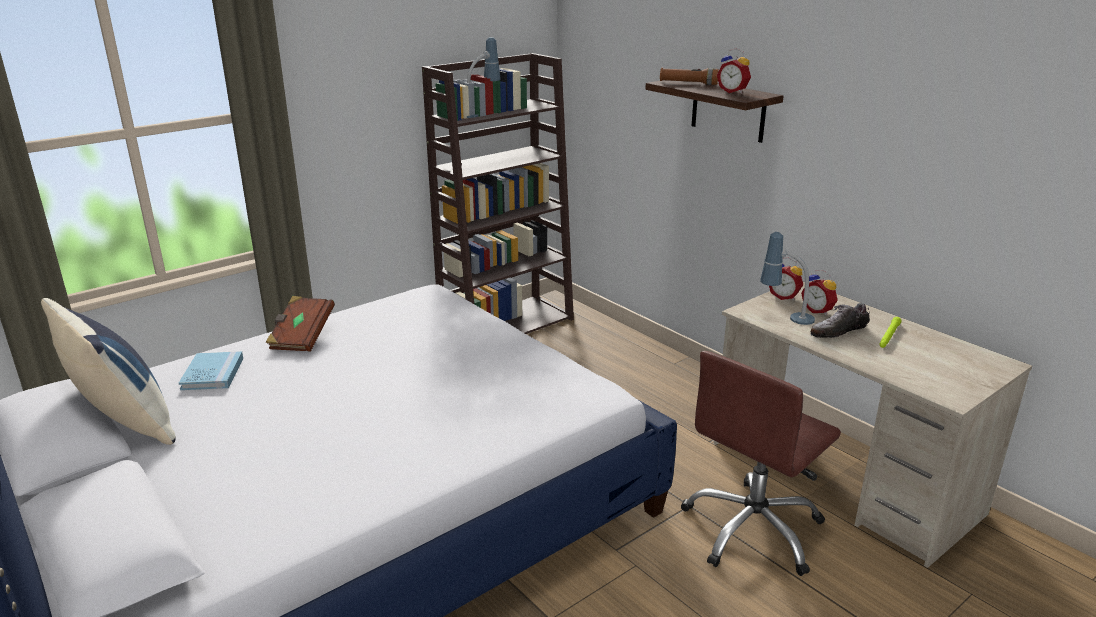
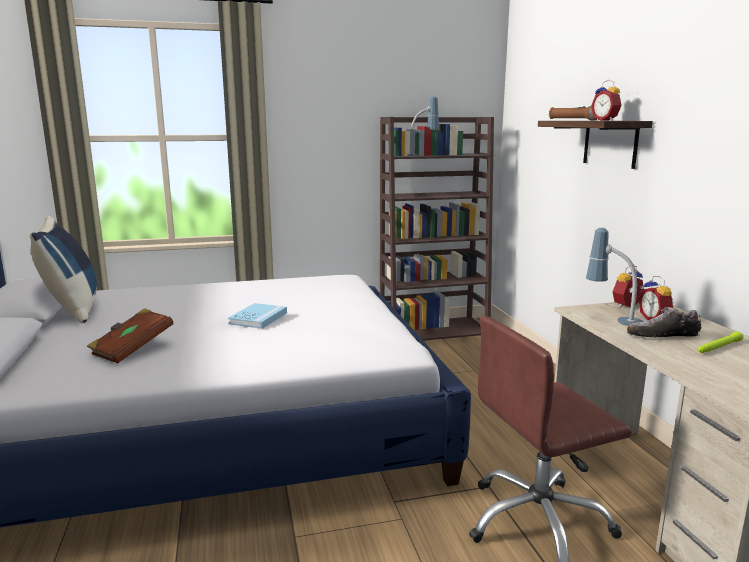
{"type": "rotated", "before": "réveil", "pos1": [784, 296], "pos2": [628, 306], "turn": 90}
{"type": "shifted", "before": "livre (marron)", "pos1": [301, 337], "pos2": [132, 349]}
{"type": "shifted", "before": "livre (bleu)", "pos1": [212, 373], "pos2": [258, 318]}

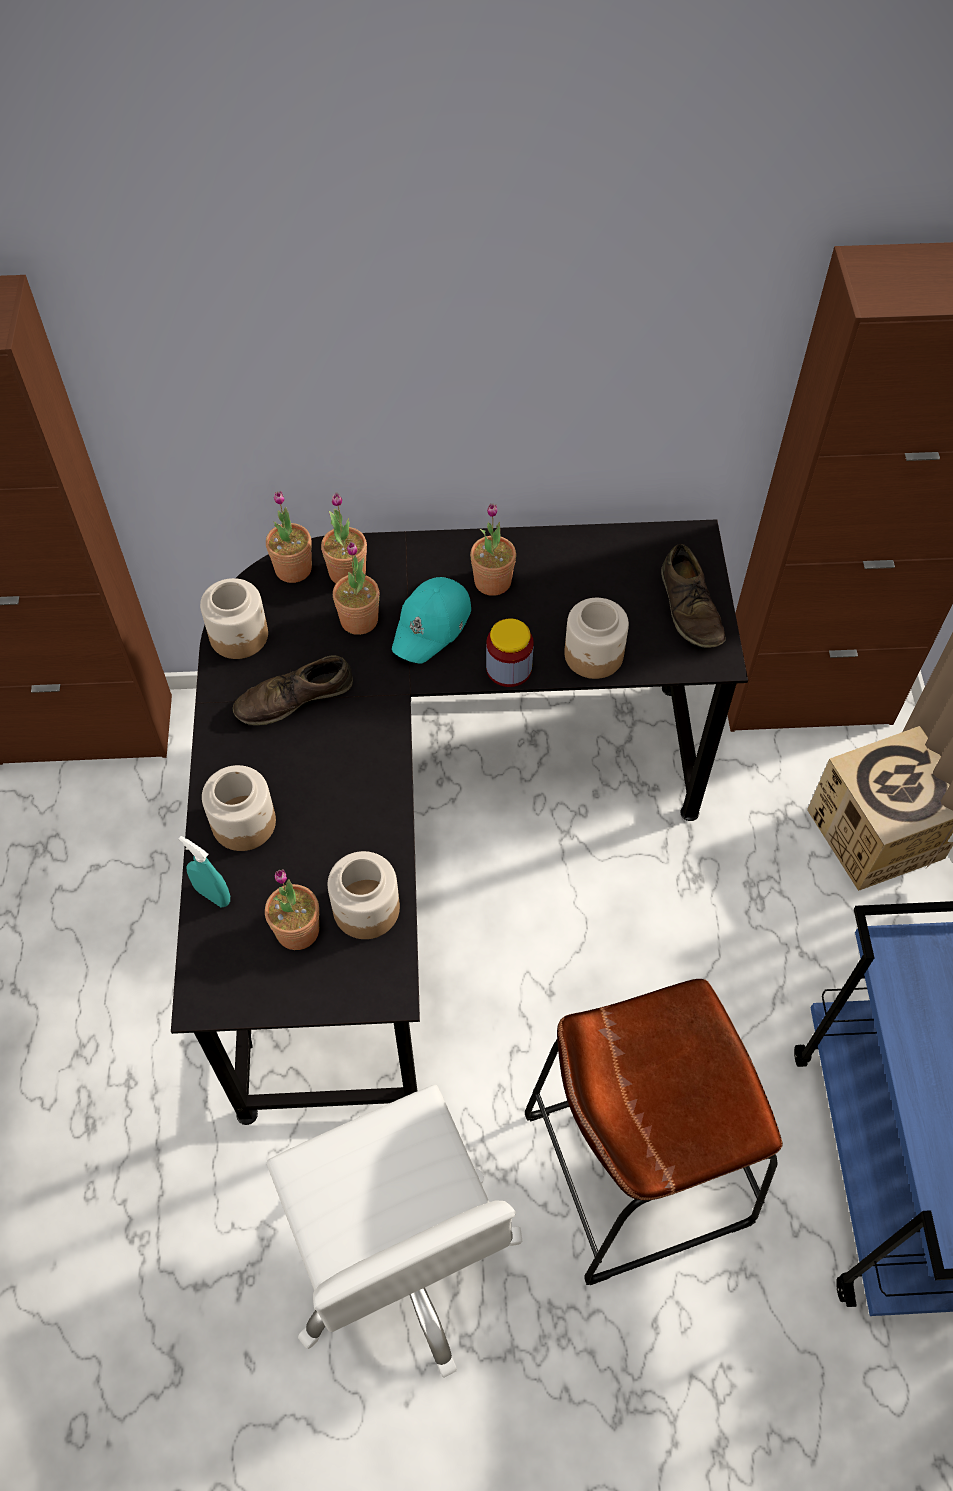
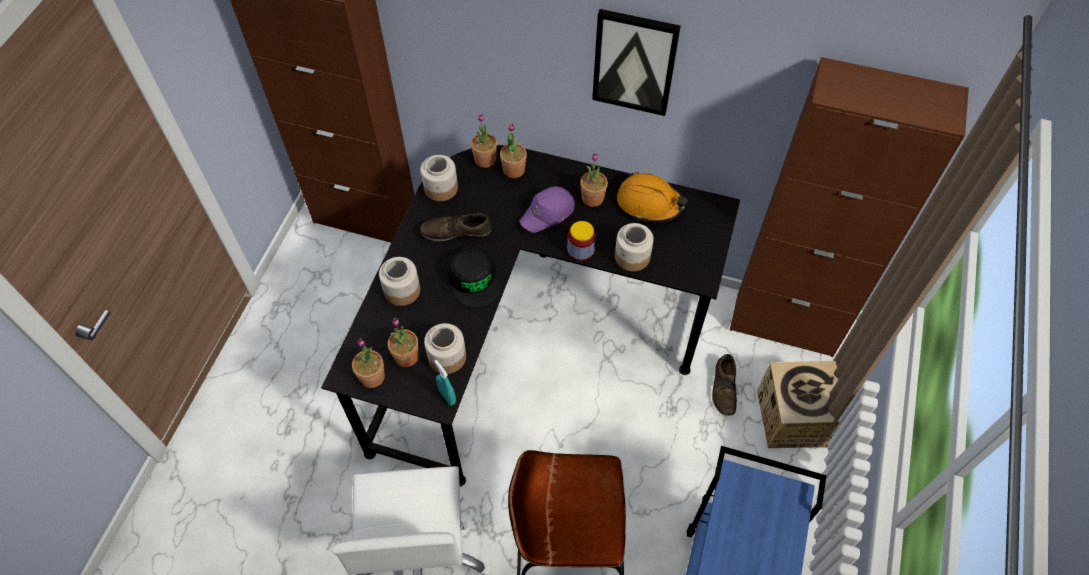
{"type": "shifted", "before": "plante en pot", "pos1": [359, 620], "pos2": [372, 377]}
{"type": "shifted", "before": "chaussure (marron)", "pos1": [690, 608], "pos2": [724, 388]}
{"type": "repainted", "before": "casquette (turquoise)", "after": "casquette (violet)", "pos1": [432, 626], "pos2": [548, 213]}
{"type": "shifted", "before": "vaporisateur (turquoise)", "pos1": [213, 895], "pos2": [447, 396]}
{"type": "new", "after": "tableau", "pos2": [634, 62]}
{"type": "new", "after": "casque de chantier (orange)", "pos2": [649, 203]}
{"type": "new", "after": "casquette (noir)", "pos2": [474, 280]}

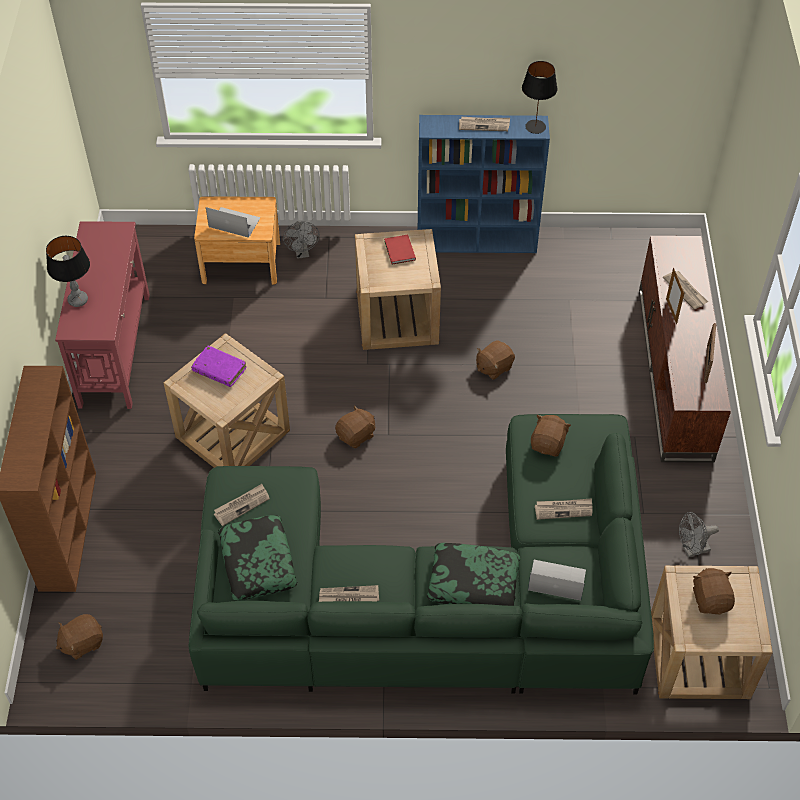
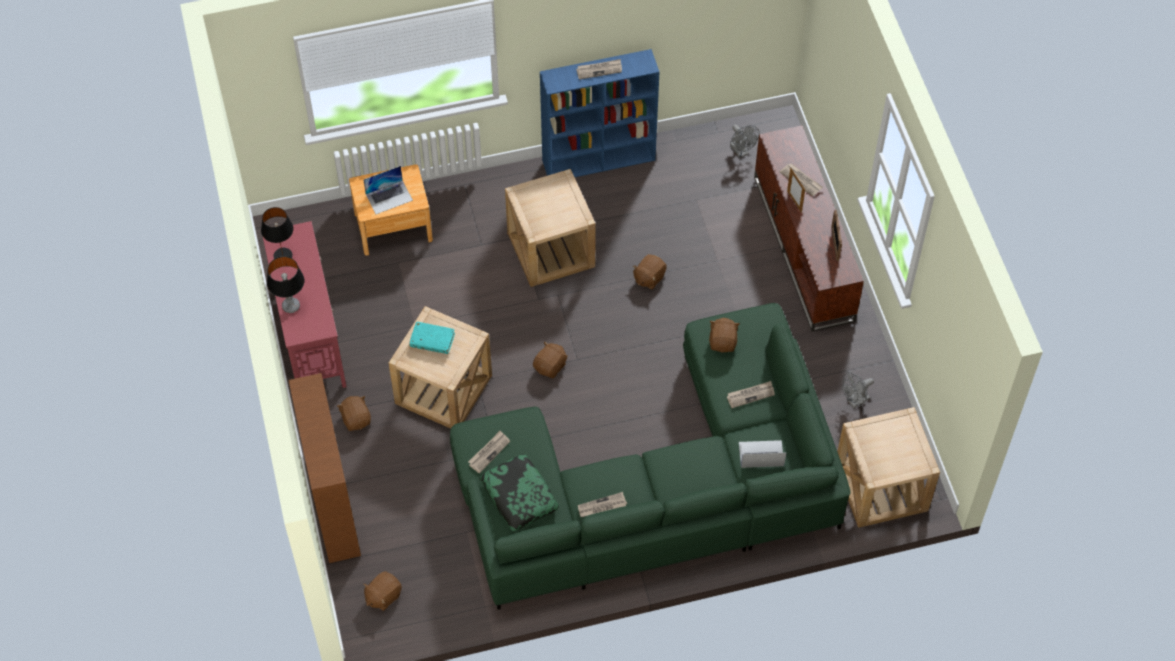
{"type": "shifted", "before": "lampe de table (noir)", "pos1": [535, 126], "pos2": [282, 255]}
{"type": "rotated", "before": "ordinateur portable", "pos1": [234, 222], "pos2": [389, 197], "turn": 150}
{"type": "shifted", "before": "ventilateur (gris)", "pos1": [302, 253], "pos2": [741, 152]}
{"type": "gone", "before": "livre (rouge)", "pos1": [399, 251]}
{"type": "repainted", "before": "livre (violet)", "after": "livre (turquoise)", "pos1": [219, 370], "pos2": [432, 340]}
{"type": "gone", "before": "coussin", "pos1": [473, 583]}
{"type": "shifted", "before": "peluche (marron)", "pos1": [711, 599], "pos2": [356, 419]}

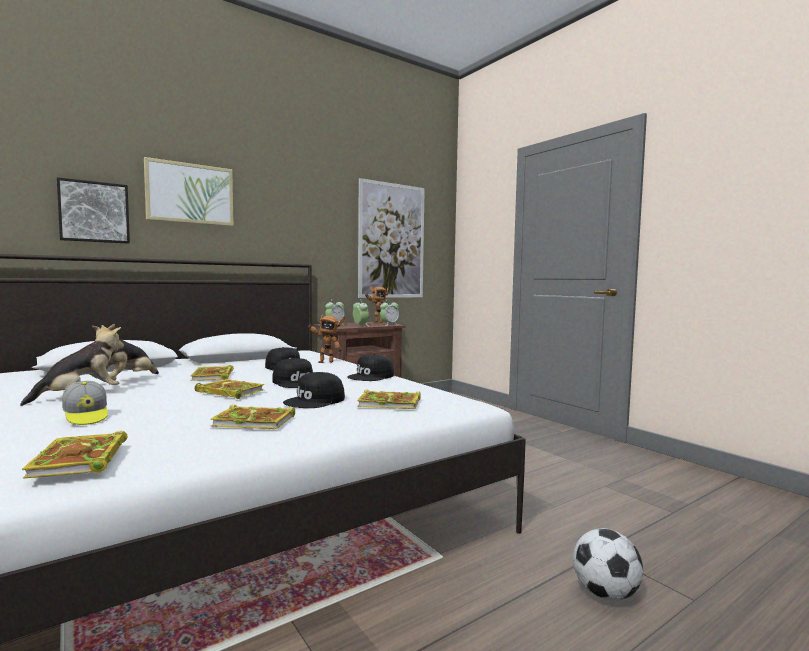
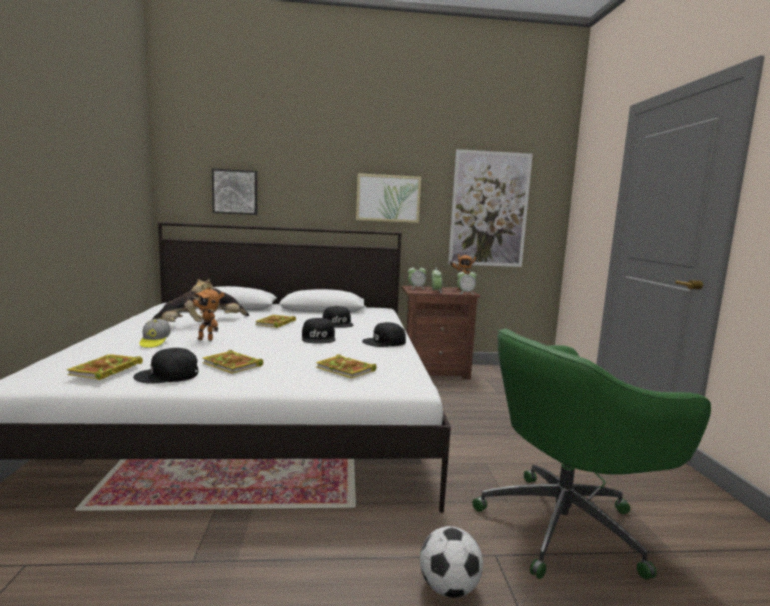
{"type": "shifted", "before": "tableau", "pos1": [190, 193], "pos2": [388, 198]}
{"type": "shifted", "before": "robot jouet", "pos1": [325, 362], "pos2": [206, 339]}
{"type": "shifted", "before": "casquette (noir)", "pos1": [315, 401], "pos2": [167, 375]}
{"type": "gone", "before": "livre", "pos1": [229, 392]}
{"type": "new", "after": "chaise de bureau (vert)", "pos2": [566, 525]}

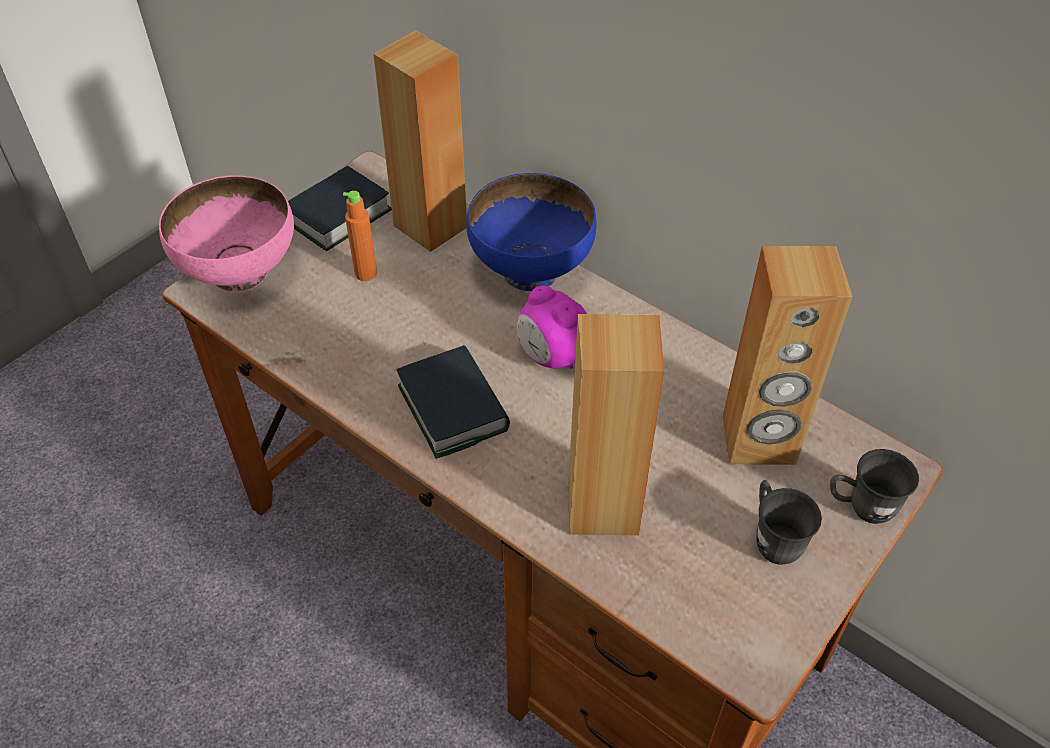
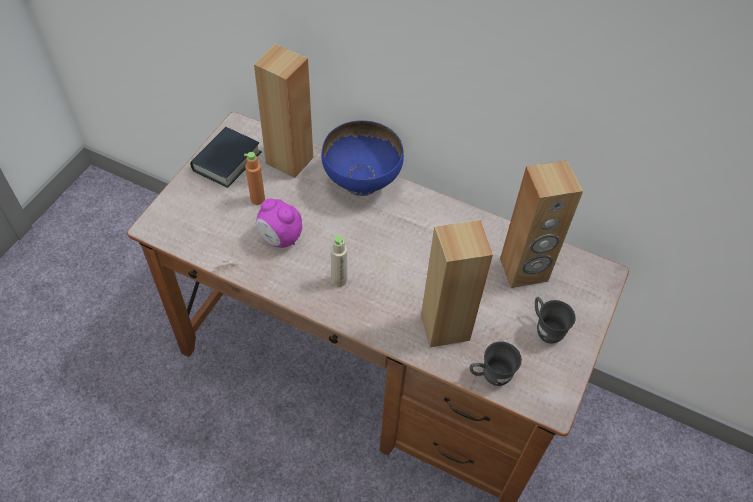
{"type": "gone", "before": "bol (rose)", "pos1": [240, 274]}
{"type": "shifted", "before": "réveil", "pos1": [551, 356], "pos2": [280, 238]}
{"type": "swapped", "before": "livre", "after": "bouteille (beige)", "pos1": [453, 408], "pos2": [339, 280]}
{"type": "shifted", "before": "mug (gris)", "pos1": [861, 507], "pos2": [490, 376]}

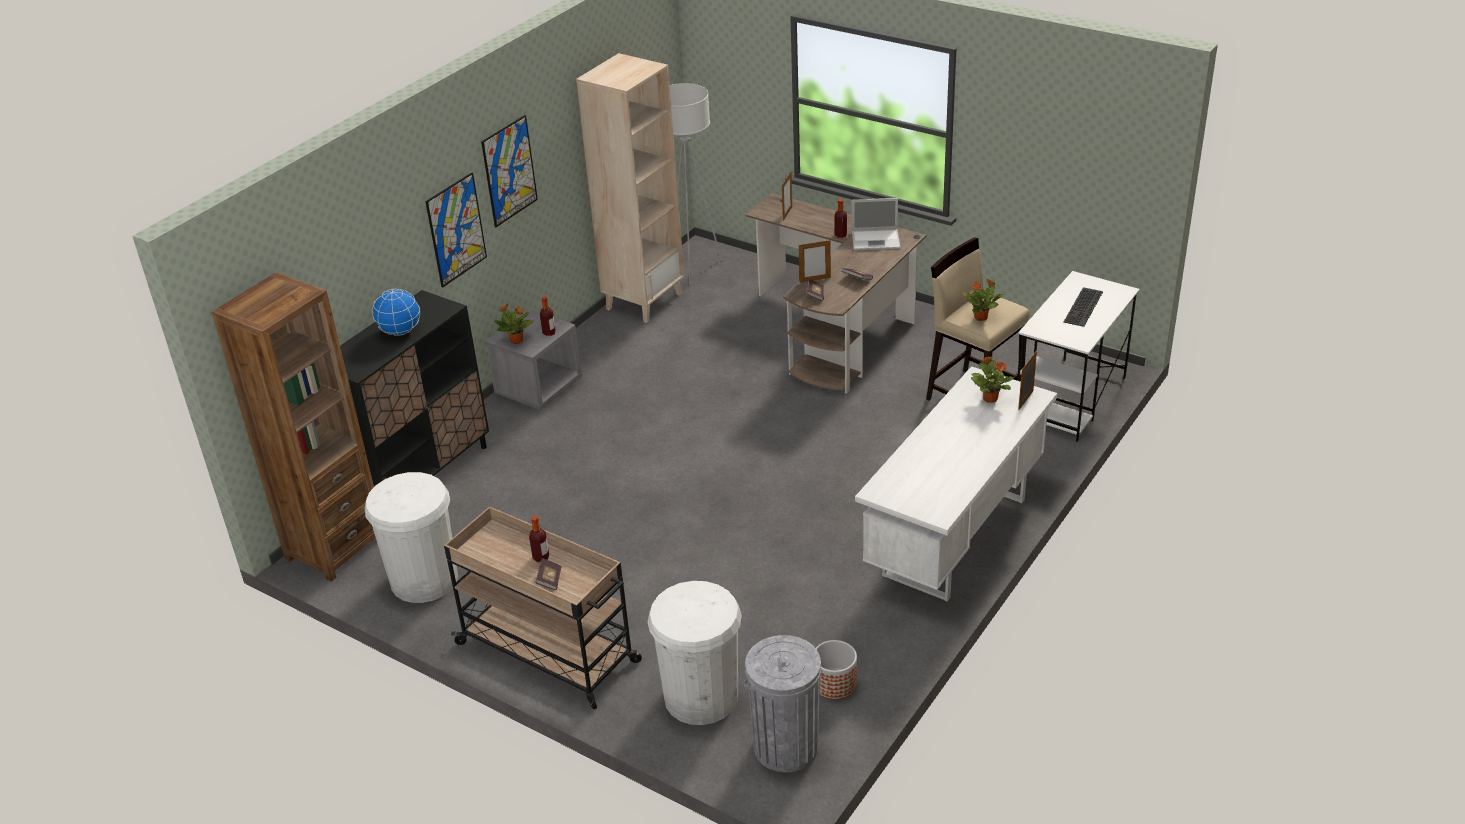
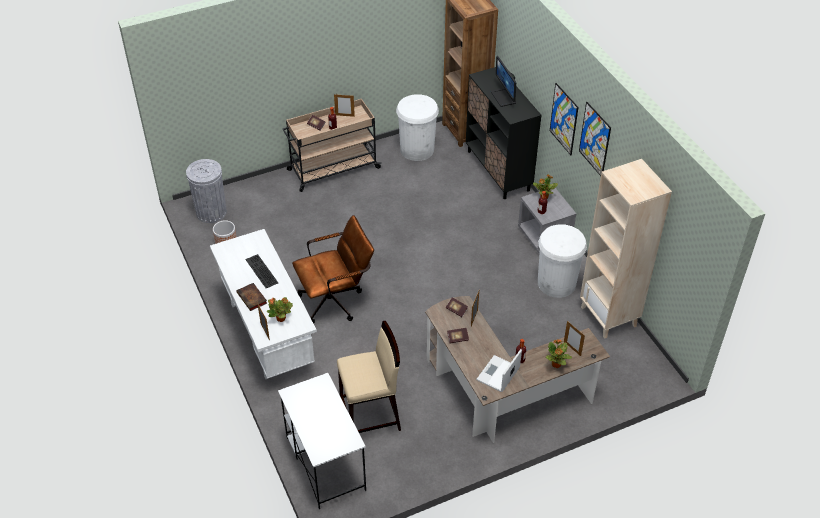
{"type": "gone", "before": "lampadaire (blanc)", "pos1": [694, 268]}
{"type": "shifted", "before": "plante en pot", "pos1": [981, 317], "pos2": [556, 364]}
{"type": "shifted", "before": "clavier", "pos1": [1084, 307], "pos2": [260, 271]}
{"type": "swapped", "before": "globe", "after": "écran d'ordinateur", "pos1": [400, 331], "pos2": [504, 97]}
{"type": "shifted", "before": "poubelle (blanc)", "pos1": [701, 696], "pos2": [556, 283]}
{"type": "new", "after": "cadre photo", "pos2": [344, 115]}
{"type": "new", "after": "chaise de bureau (marron)", "pos2": [336, 300]}
{"type": "new", "after": "livre", "pos2": [252, 298]}

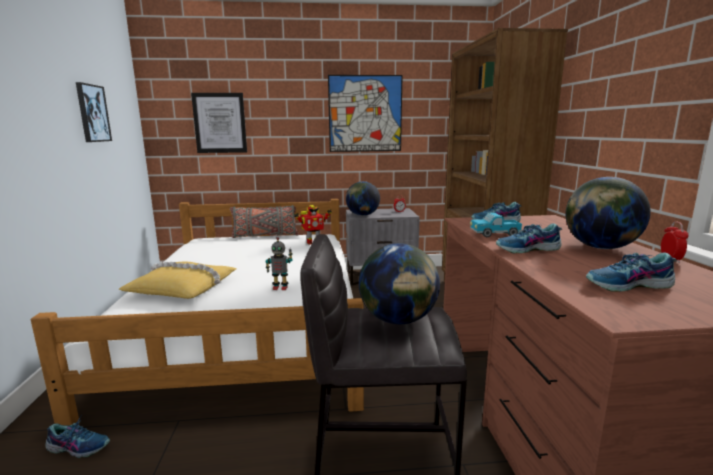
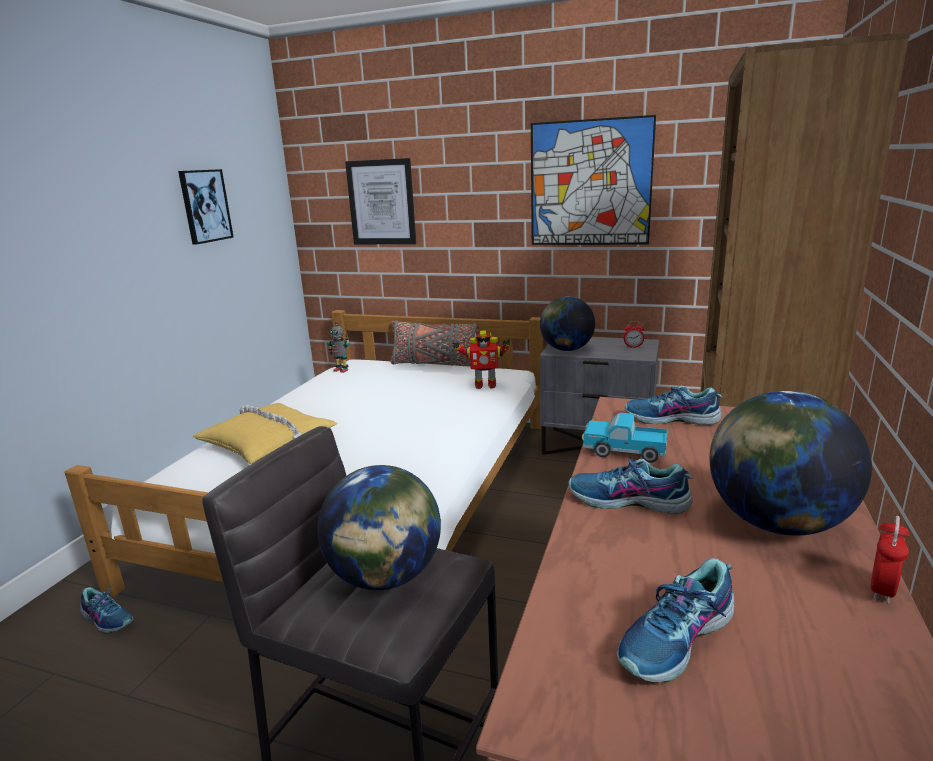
{"type": "shifted", "before": "robot jouet", "pos1": [280, 288], "pos2": [341, 370]}
{"type": "rotated", "before": "chaussure", "pos1": [628, 285], "pos2": [678, 640], "turn": -60}

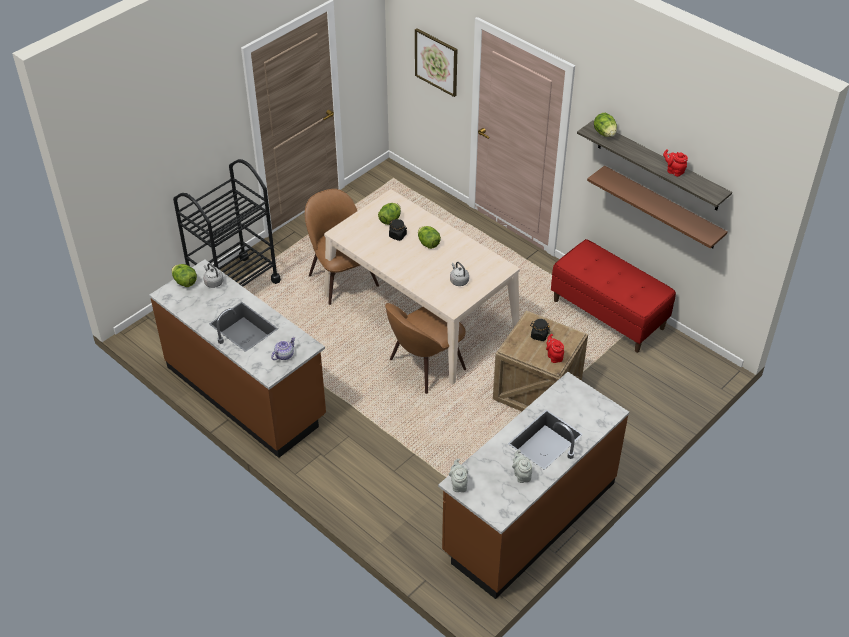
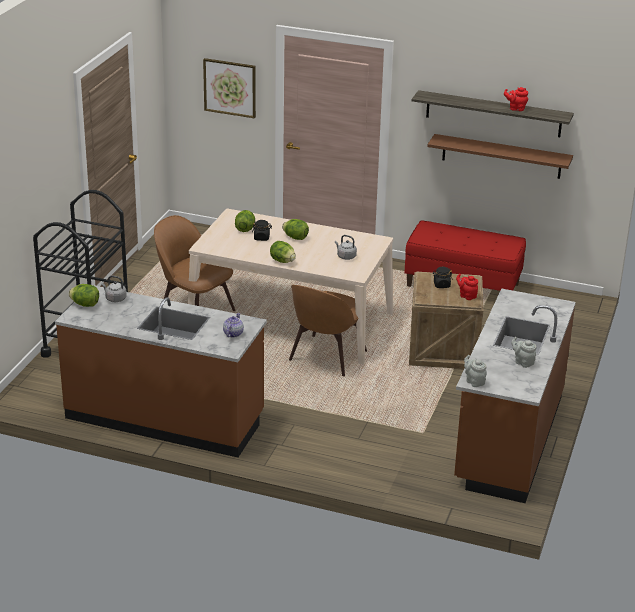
{"type": "shifted", "before": "laitue", "pos1": [604, 133], "pos2": [282, 261]}

